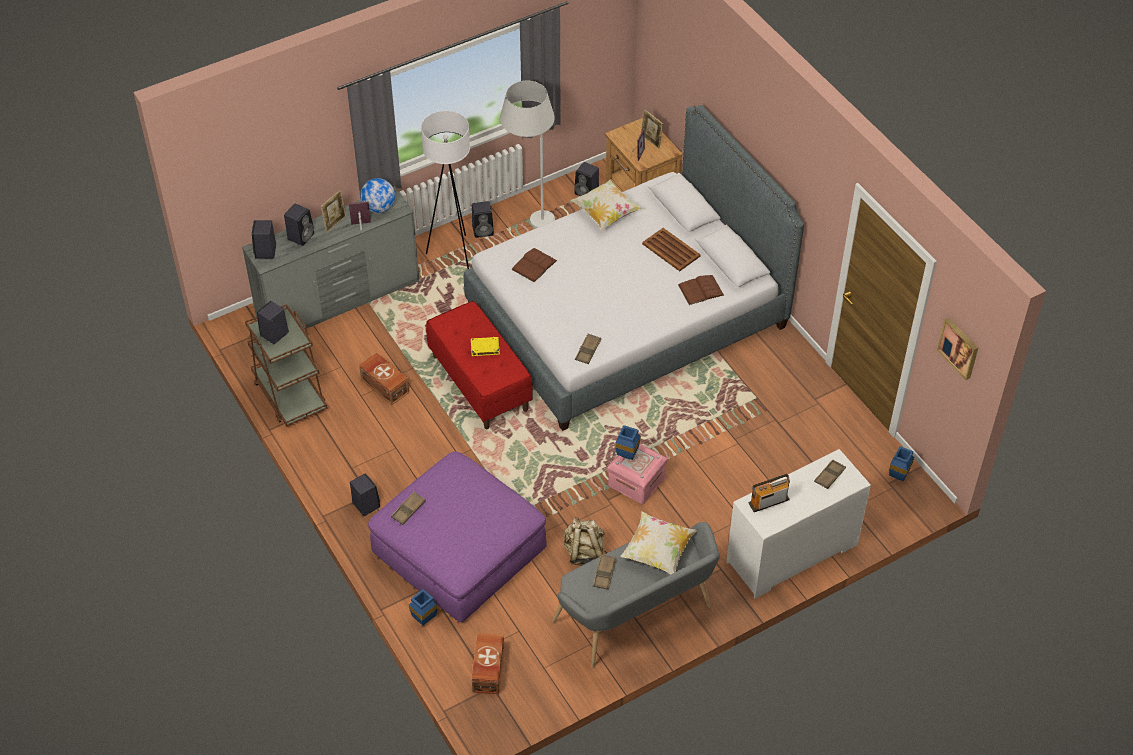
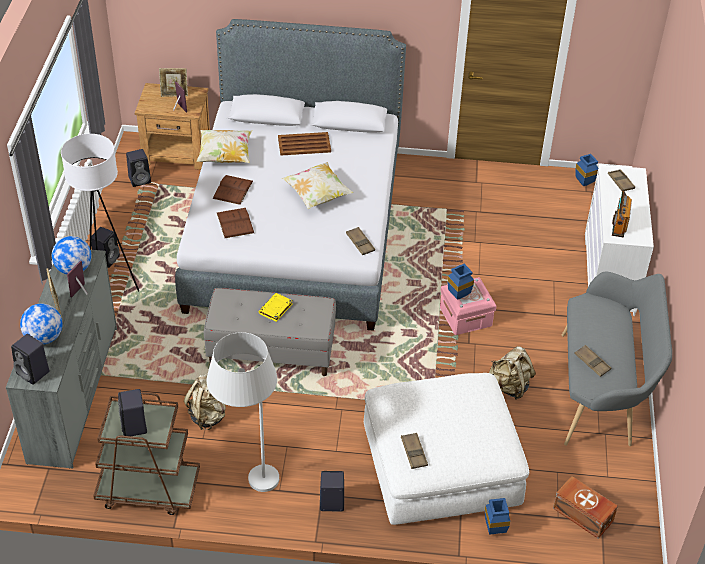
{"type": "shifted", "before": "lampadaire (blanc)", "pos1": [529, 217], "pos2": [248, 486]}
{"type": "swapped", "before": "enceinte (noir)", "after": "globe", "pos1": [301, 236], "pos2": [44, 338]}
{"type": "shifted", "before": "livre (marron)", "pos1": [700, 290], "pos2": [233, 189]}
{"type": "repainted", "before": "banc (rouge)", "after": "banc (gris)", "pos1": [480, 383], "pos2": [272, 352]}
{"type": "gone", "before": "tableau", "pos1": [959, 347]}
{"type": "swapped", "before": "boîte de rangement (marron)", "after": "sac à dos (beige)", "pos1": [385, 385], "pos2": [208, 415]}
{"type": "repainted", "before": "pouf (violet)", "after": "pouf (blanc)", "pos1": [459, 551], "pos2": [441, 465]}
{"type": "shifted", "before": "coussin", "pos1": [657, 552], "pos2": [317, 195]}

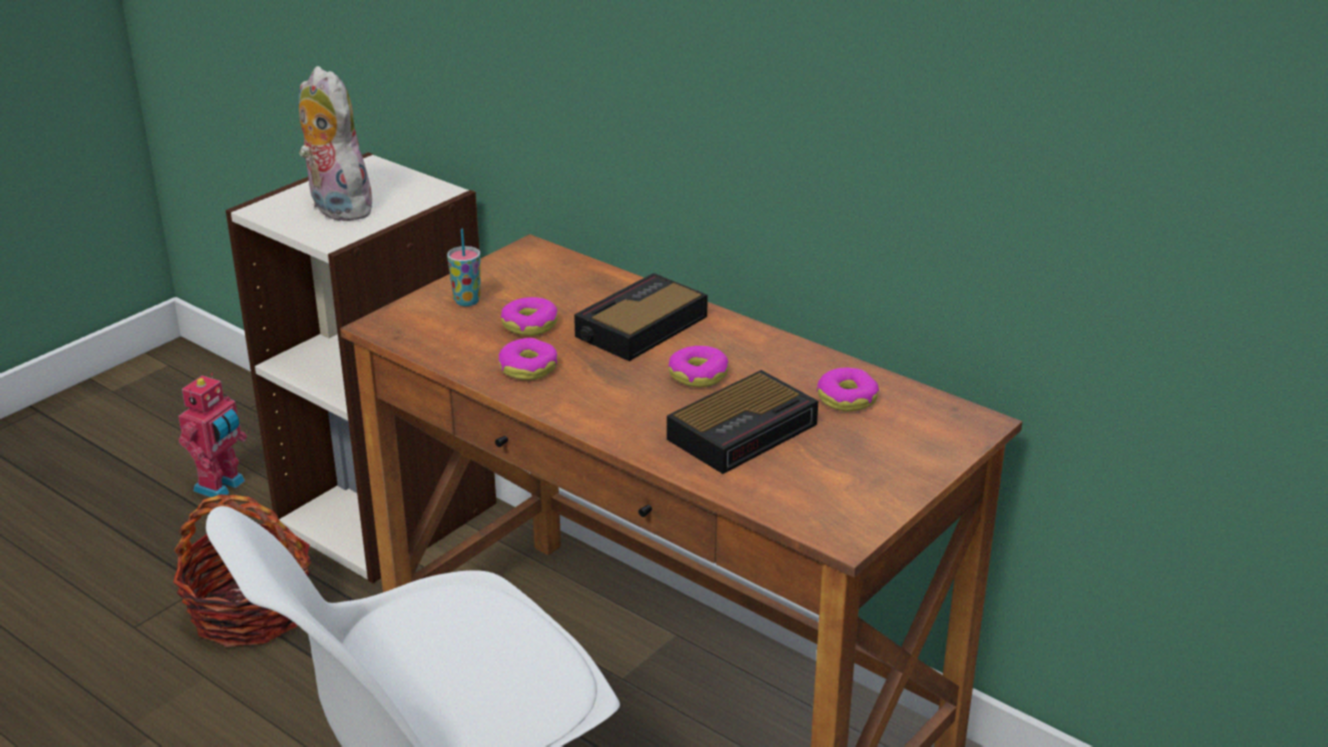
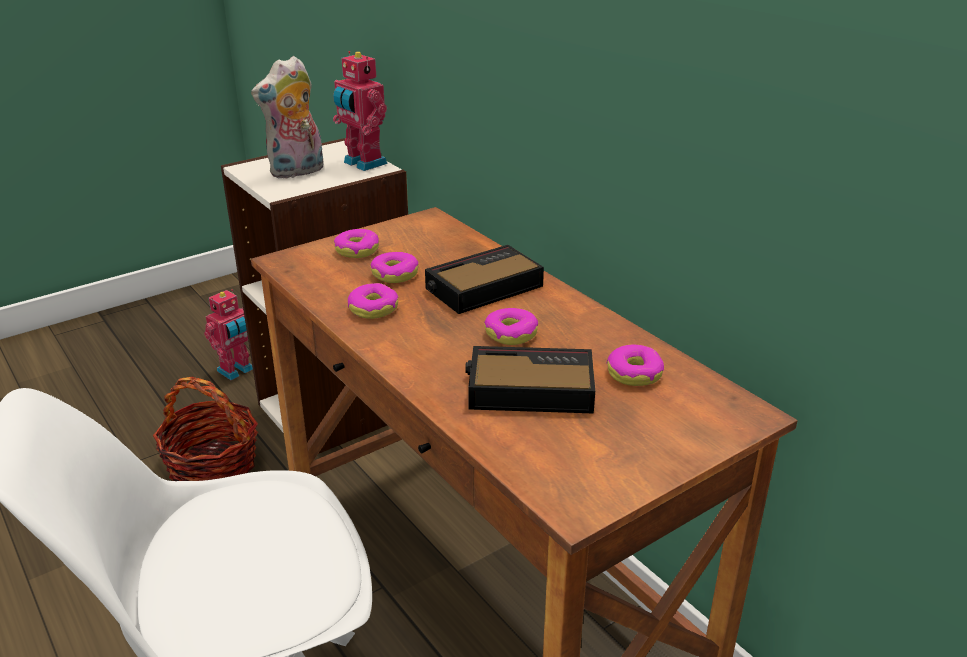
{"type": "rotated", "before": "peluche", "pos1": [335, 208], "pos2": [297, 172], "turn": -105}
{"type": "swapped", "before": "tasse", "after": "beignet", "pos1": [467, 301], "pos2": [357, 250]}
{"type": "rotated", "before": "réveil", "pos1": [745, 430], "pos2": [528, 389], "turn": -150}
{"type": "new", "after": "robot jouet", "pos2": [363, 163]}

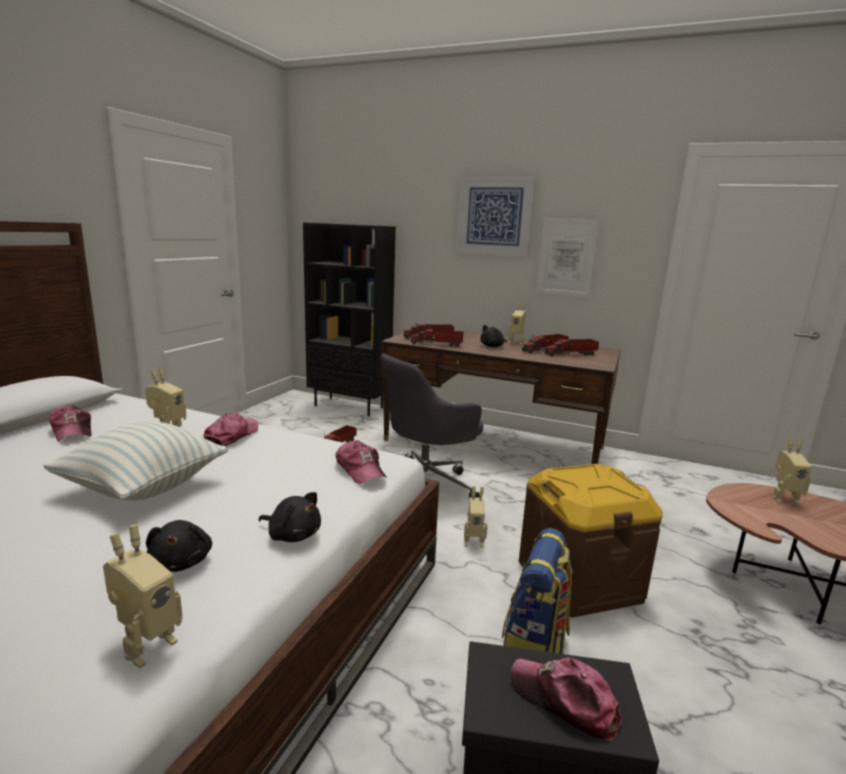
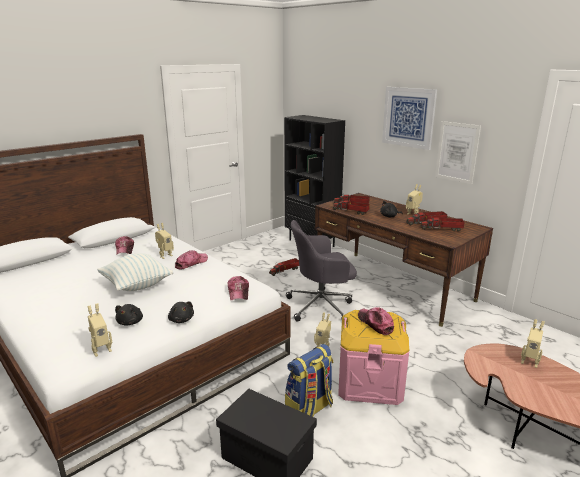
{"type": "repainted", "before": "boîte de rangement (marron)", "after": "boîte de rangement (rose)", "pos1": [579, 579], "pos2": [369, 382]}
{"type": "shifted", "before": "casquette", "pos1": [564, 701], "pos2": [375, 323]}

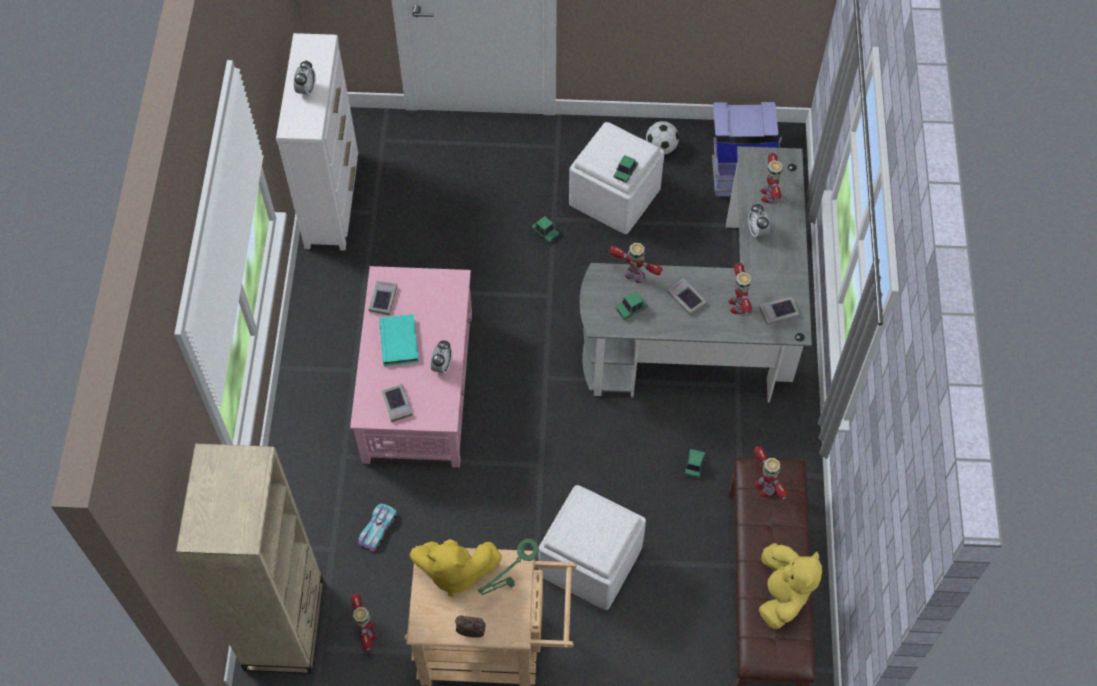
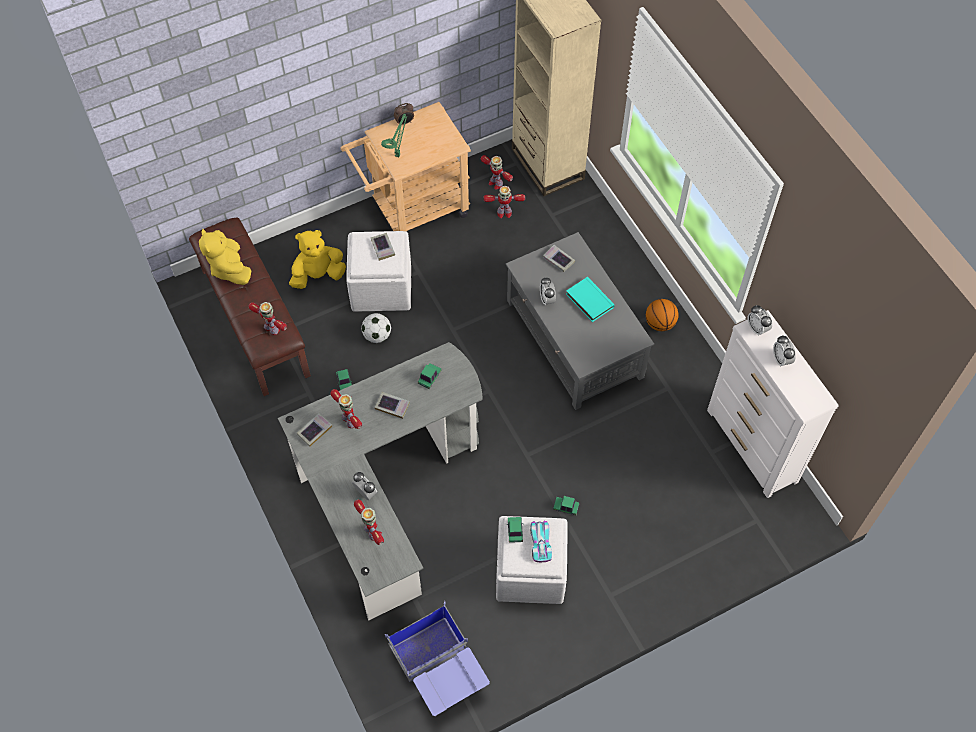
{"type": "shifted", "before": "ballon de foot", "pos1": [661, 148], "pos2": [377, 336]}
{"type": "shifted", "before": "robot jouet", "pos1": [635, 276], "pos2": [504, 213]}
{"type": "repainted", "before": "table basse (rose)", "after": "table basse (gris)", "pos1": [419, 385], "pos2": [574, 339]}
{"type": "shifted", "before": "livre", "pos1": [383, 299], "pos2": [383, 248]}
{"type": "shifted", "before": "petite voiture", "pos1": [377, 529], "pos2": [540, 542]}
{"type": "shifted", "before": "peluche (jaune)", "pos1": [454, 572], "pos2": [318, 275]}
{"type": "new", "after": "ballon de basket", "pos2": [660, 323]}
{"type": "new", "after": "réveil", "pos2": [757, 328]}

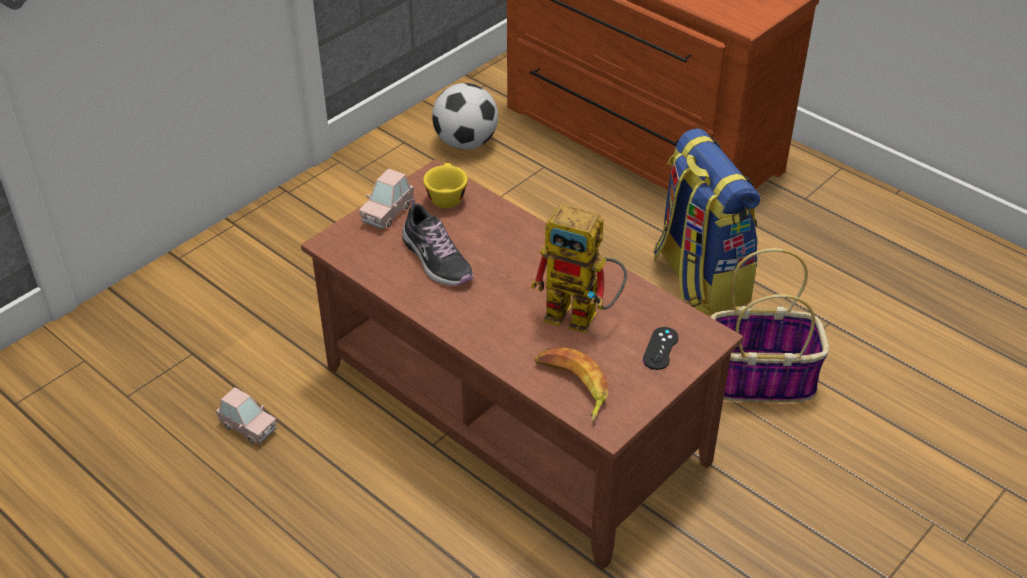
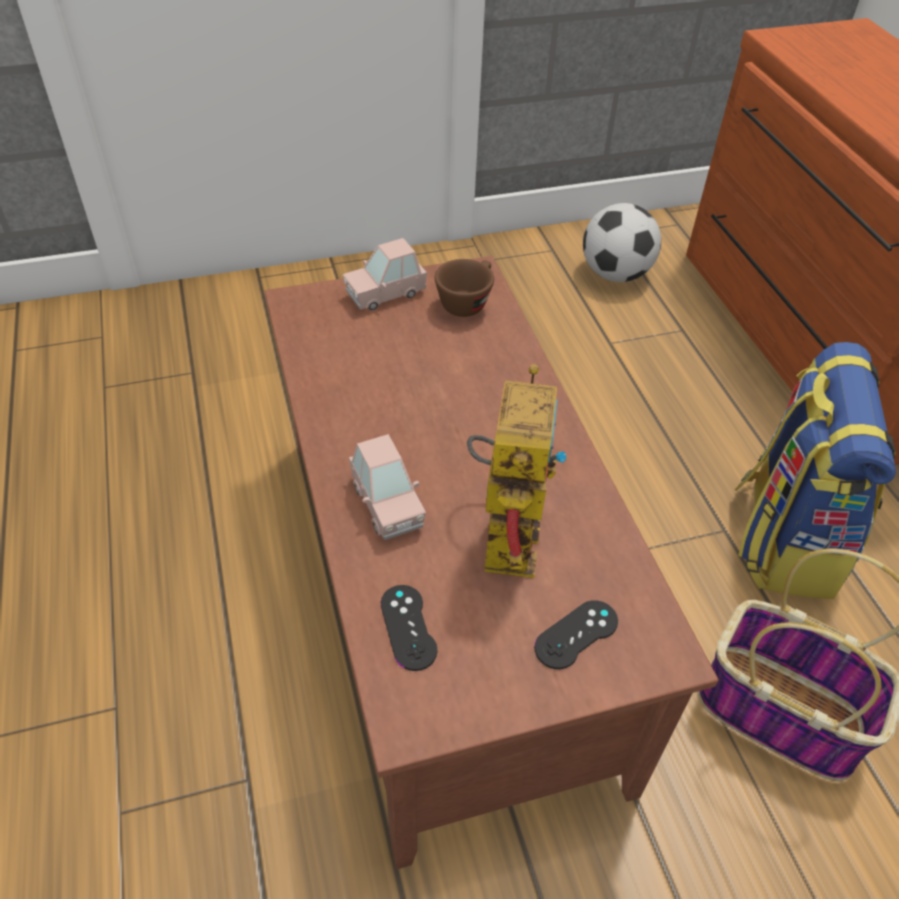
{"type": "repainted", "before": "tasse (jaune)", "after": "tasse (marron)", "pos1": [446, 196], "pos2": [466, 301]}
{"type": "gone", "before": "chaussure", "pos1": [436, 260]}
{"type": "rotated", "before": "robot jouet", "pos1": [582, 316], "pos2": [505, 530], "turn": -135}
{"type": "swapped", "before": "banane", "after": "manette (noir)", "pos1": [572, 386], "pos2": [408, 627]}
{"type": "shifted", "before": "petite voiture (rose)", "pos1": [248, 427], "pos2": [387, 504]}

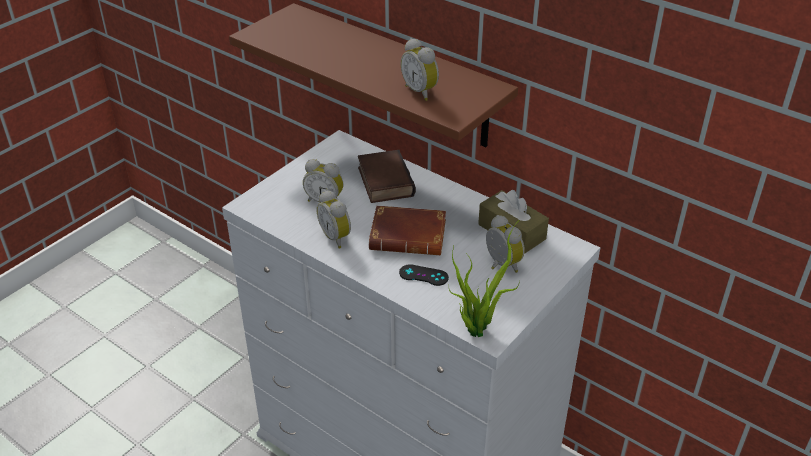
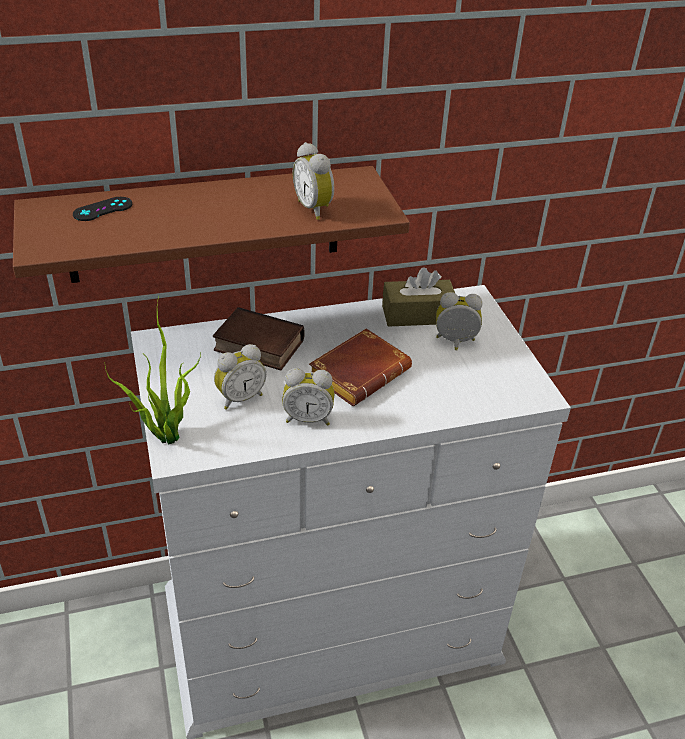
{"type": "rotated", "before": "réveil", "pos1": [421, 91], "pos2": [315, 209], "turn": 60}
{"type": "shifted", "before": "plante en pot", "pos1": [476, 327], "pos2": [165, 435]}
{"type": "shifted", "before": "manette (noir)", "pos1": [423, 275], "pos2": [103, 209]}

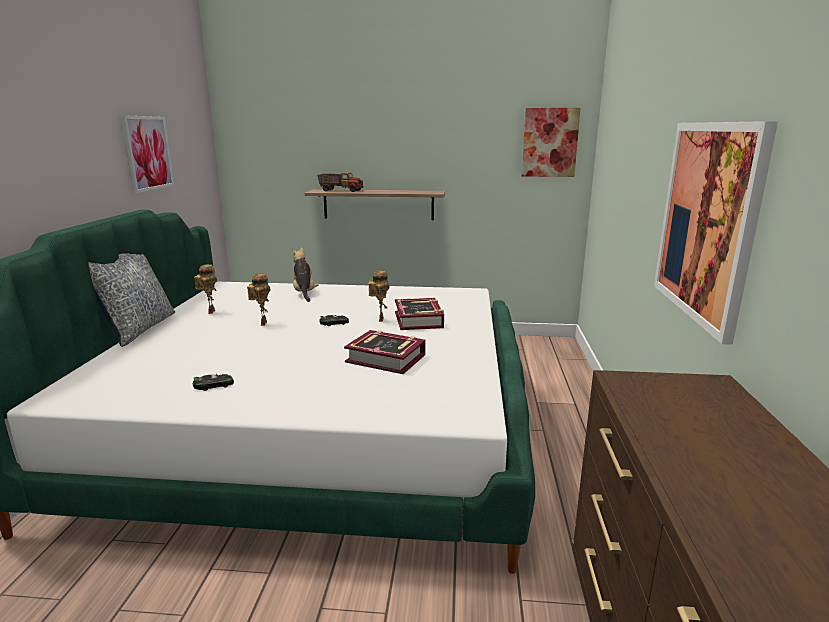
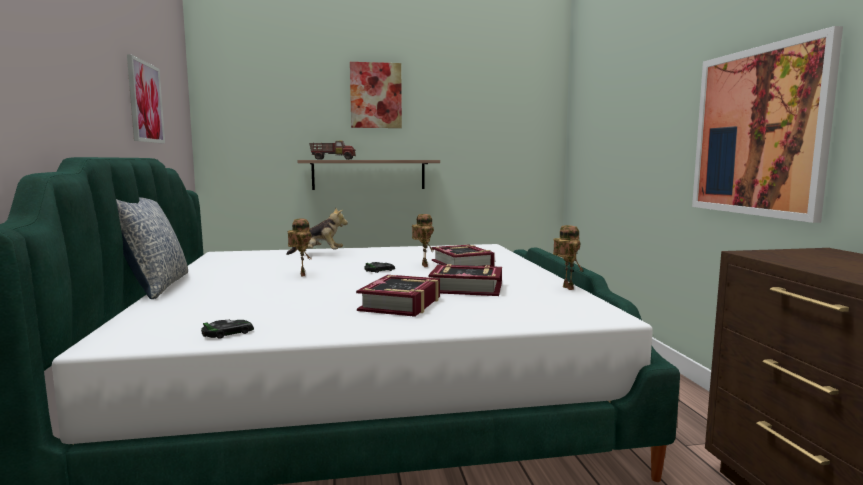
{"type": "shifted", "before": "tableau", "pos1": [549, 142], "pos2": [376, 95]}
{"type": "rotated", "before": "peluche", "pos1": [304, 293], "pos2": [319, 254], "turn": 120}
{"type": "shifted", "before": "robot jouet", "pos1": [210, 311], "pos2": [566, 288]}
{"type": "shifted", "before": "petite voiture", "pos1": [213, 385], "pos2": [228, 333]}
{"type": "new", "after": "livre", "pos2": [401, 304]}

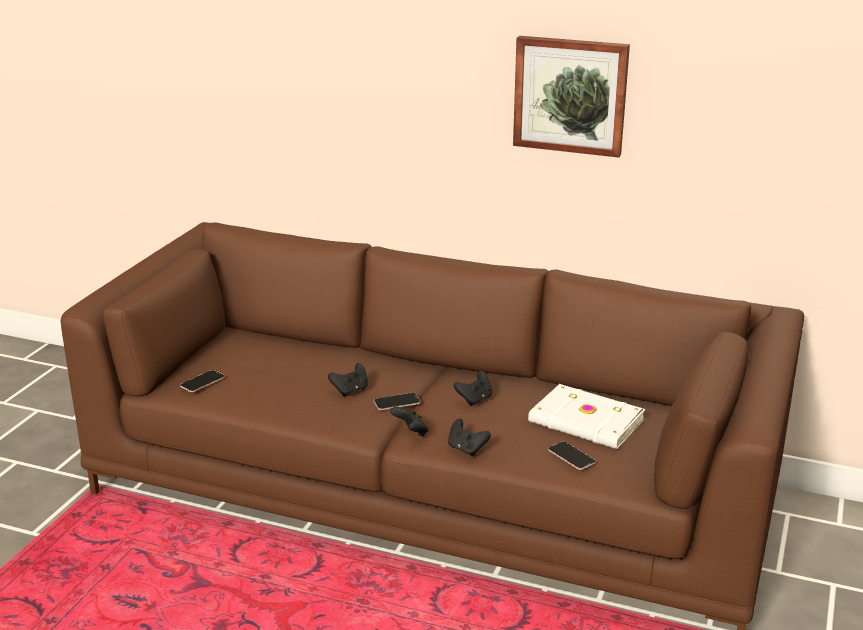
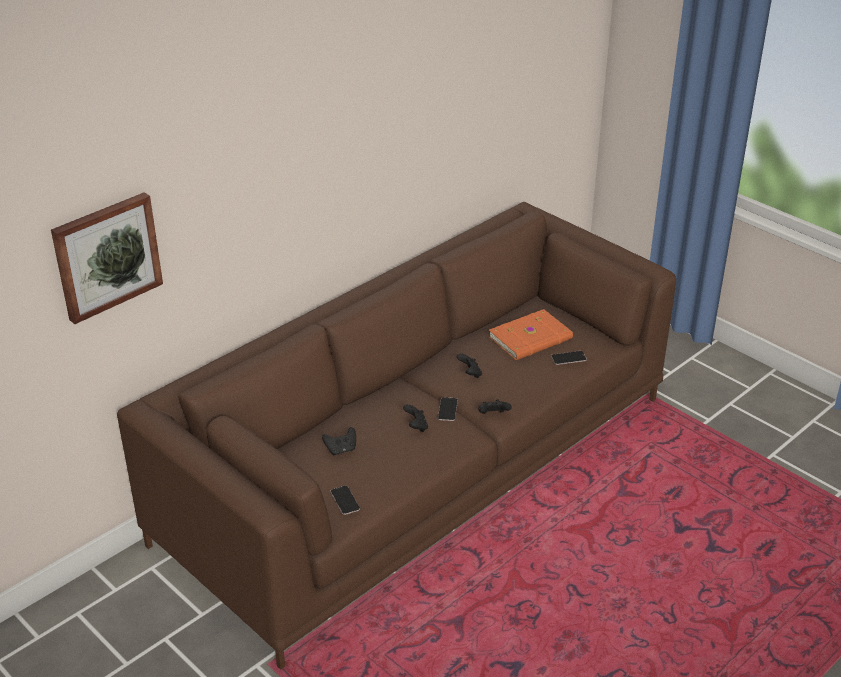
{"type": "shifted", "before": "tableau", "pos1": [570, 95], "pos2": [106, 256]}
{"type": "repainted", "before": "livre (blanc)", "after": "livre (orange)", "pos1": [586, 422], "pos2": [531, 339]}
{"type": "shifted", "before": "manette (noir)", "pos1": [466, 449], "pos2": [341, 449]}

